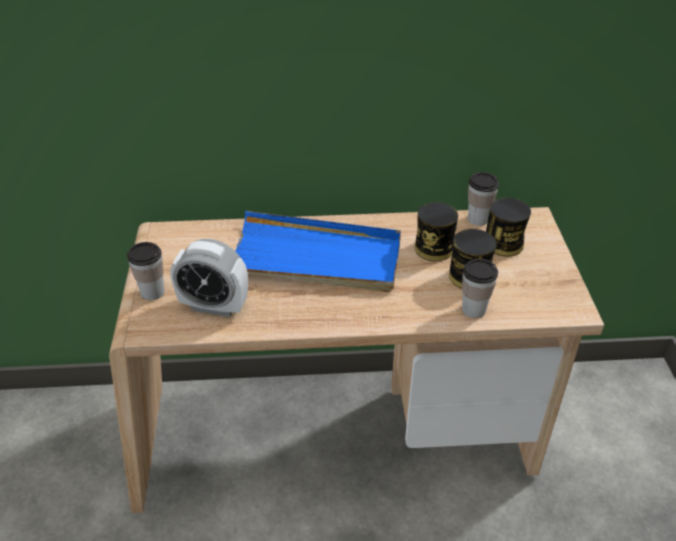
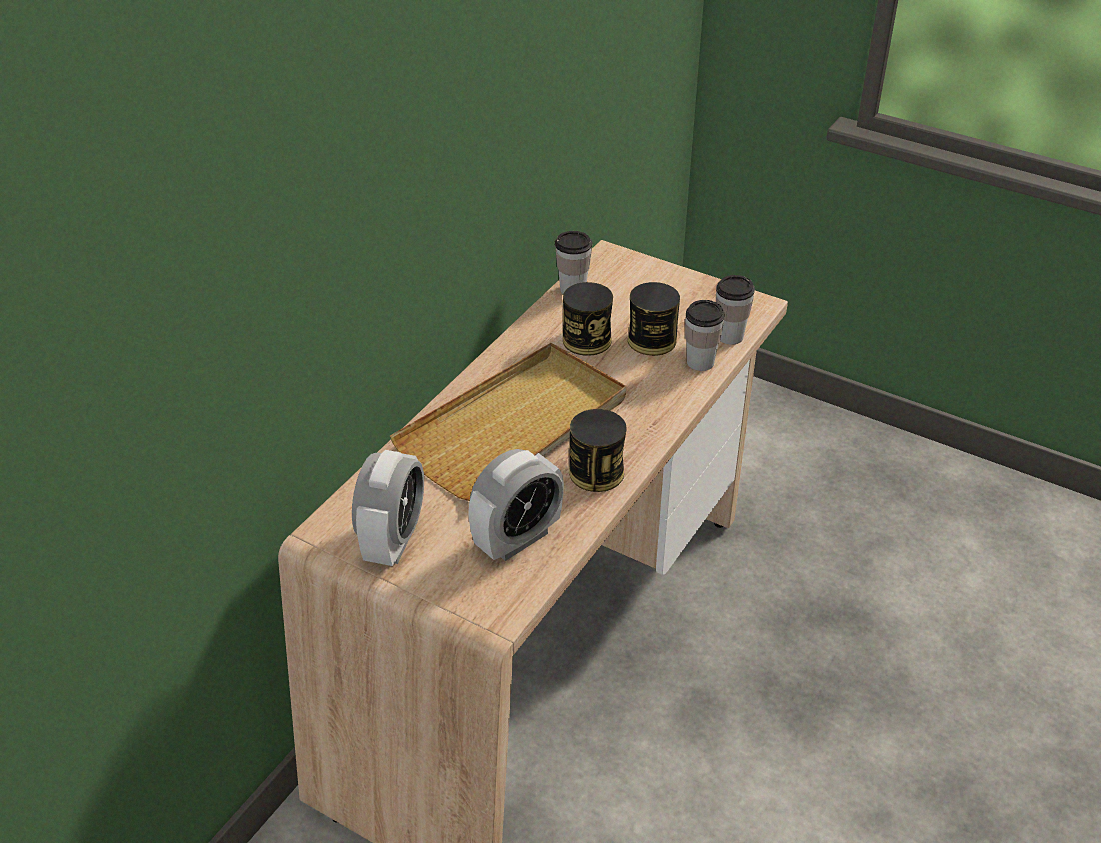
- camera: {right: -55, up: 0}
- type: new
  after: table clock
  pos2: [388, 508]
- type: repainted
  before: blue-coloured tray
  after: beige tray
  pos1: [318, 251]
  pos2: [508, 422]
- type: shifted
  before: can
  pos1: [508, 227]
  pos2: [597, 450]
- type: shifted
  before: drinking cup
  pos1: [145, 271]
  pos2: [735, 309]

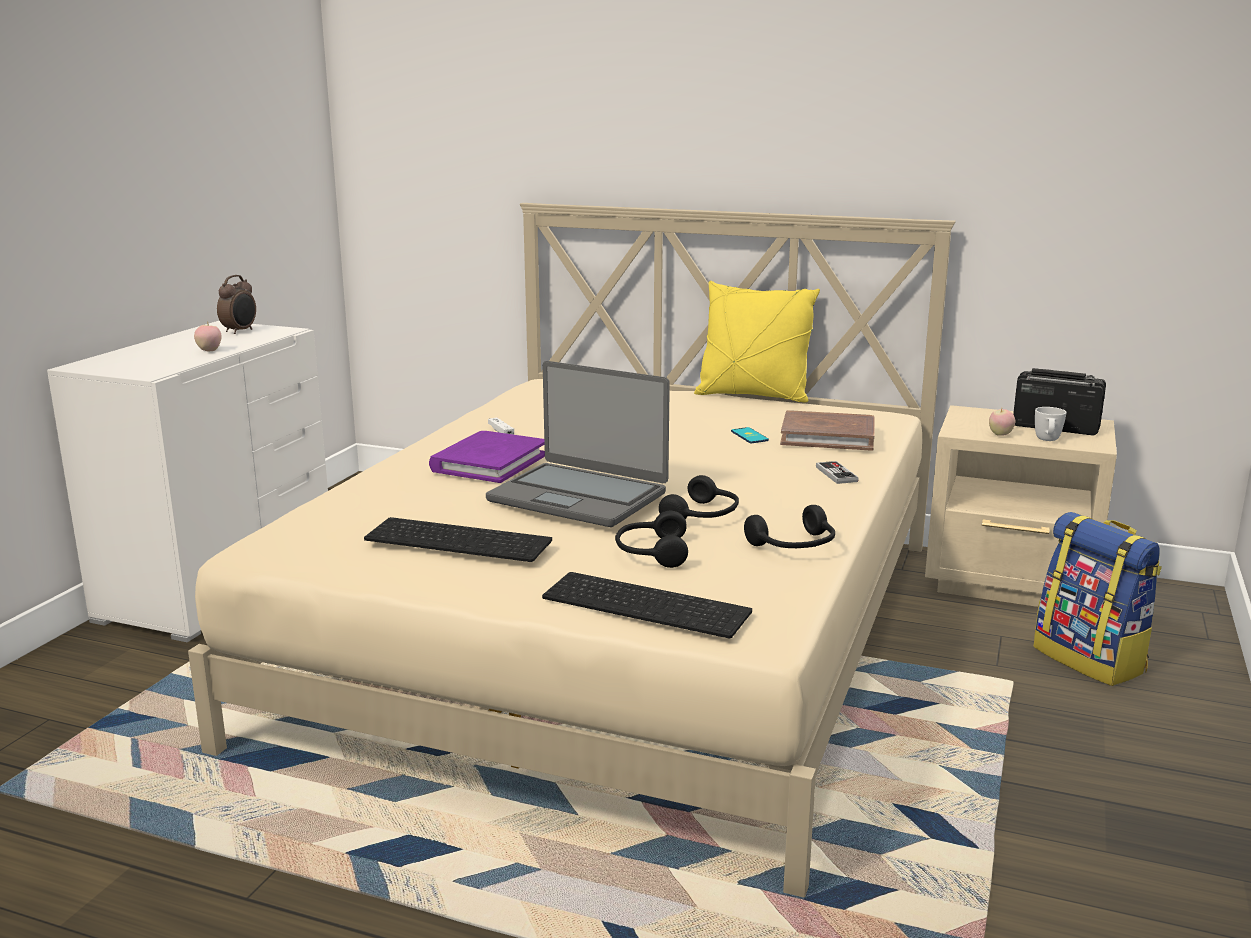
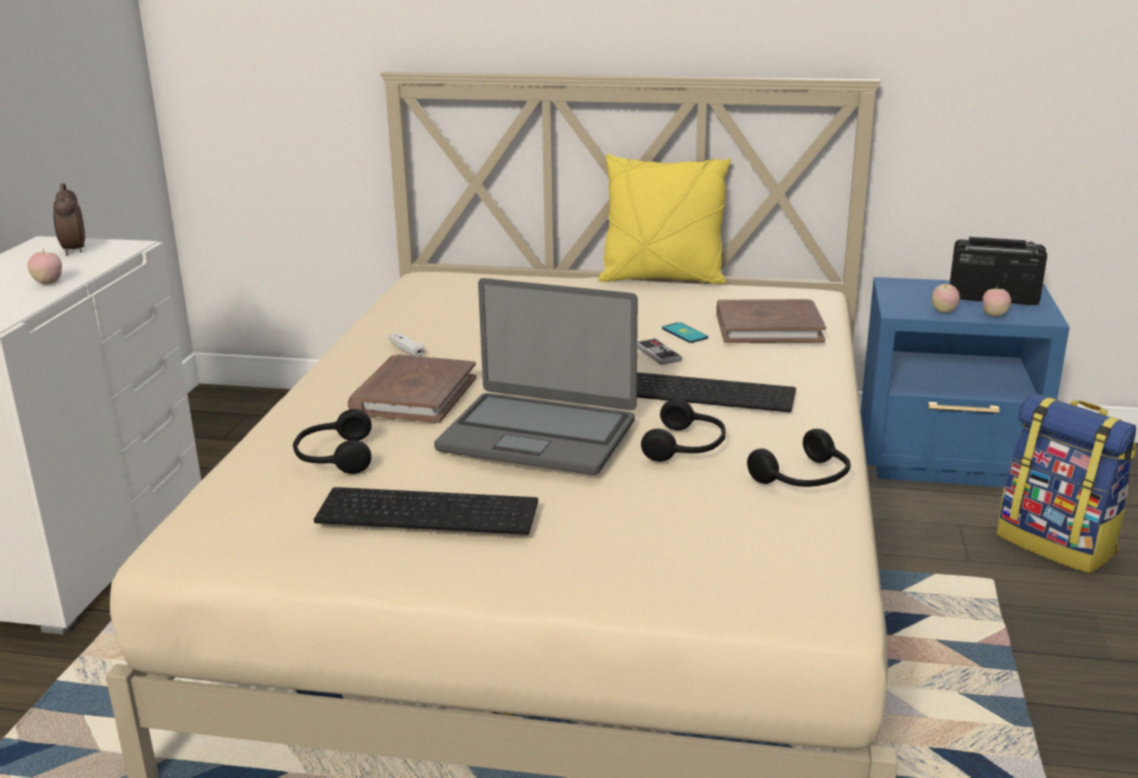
- camera: {right: -10, up: 5}
- type: rotated
  before: table clock
  pos1: [236, 304]
  pos2: [69, 219]
  turn: 150
- type: shifted
  before: black pair of headphones
  pos1: [651, 539]
  pos2: [332, 441]
- type: repainted
  before: purplish book
  after: brown book
  pos1: [487, 457]
  pos2: [412, 389]
- type: shifted
  before: game controller
  pos1: [837, 472]
  pos2: [659, 351]
- type: shifted
  before: computer keyboard
  pos1: [647, 605]
  pos2: [716, 392]
- type: repainted
  before: beige nightstand
  after: blue-coloured nightstand
  pos1: [1021, 506]
  pos2: [965, 382]
- type: swapped
  before: white coffee mug
  after: whole apple
  pos1: [1051, 424]
  pos2: [997, 301]

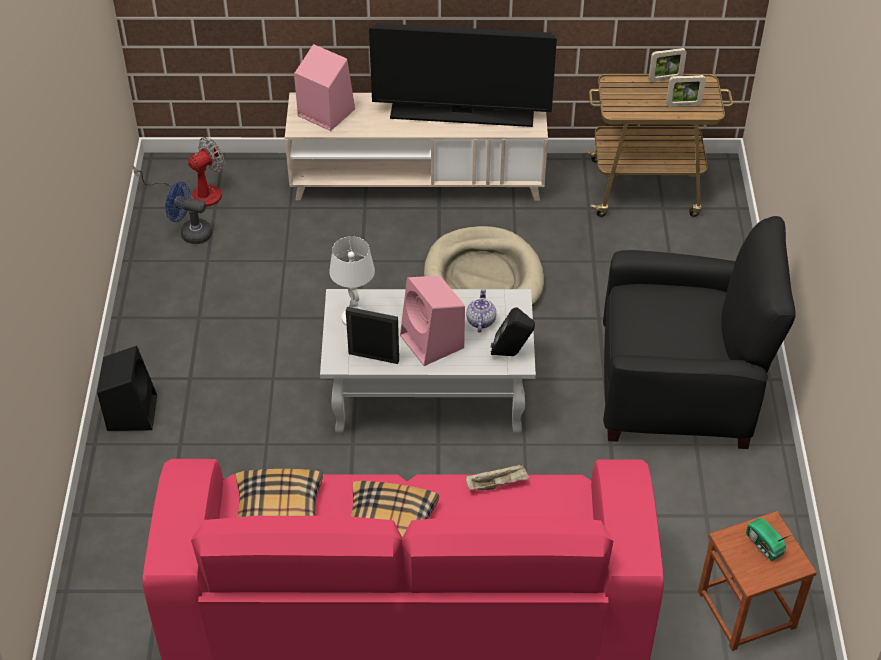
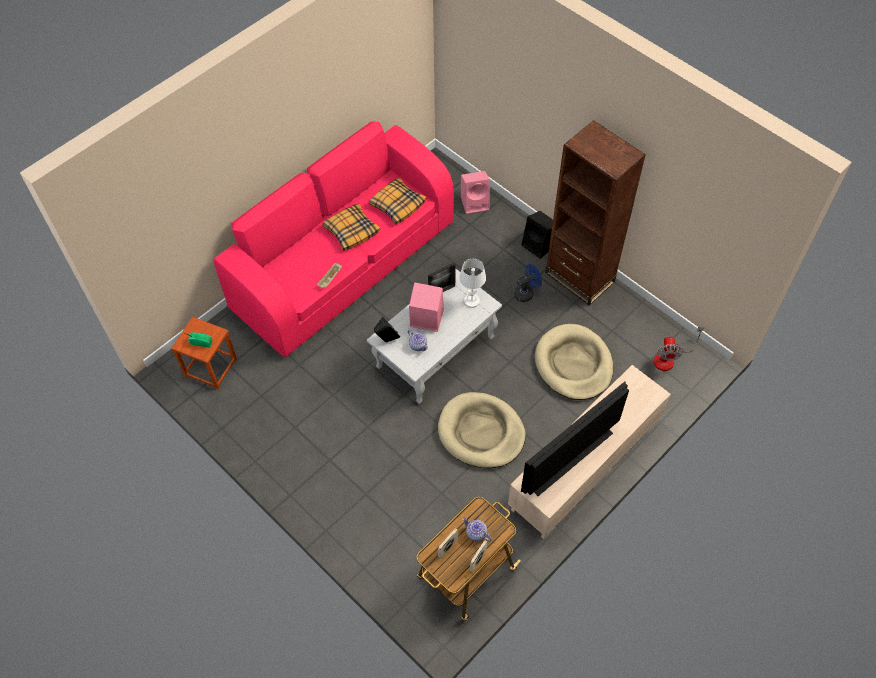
- camera: {right: 135, up: 10}
- type: shifted
  before: pinkish loudspeaker
  pos1: [324, 87]
  pos2: [475, 192]
- type: new
  after: tea pot
  pos2: [477, 530]
- type: shifted
  before: blue-coloured cooling fan
  pos1: [188, 213]
  pos2: [528, 283]
- type: new
  after: beige dog bed
  pos2: [574, 362]
- type: new
  after: brown bookshelf
  pos2: [595, 213]
- type: gone
  before: black lounge chair
  pos1: [699, 332]

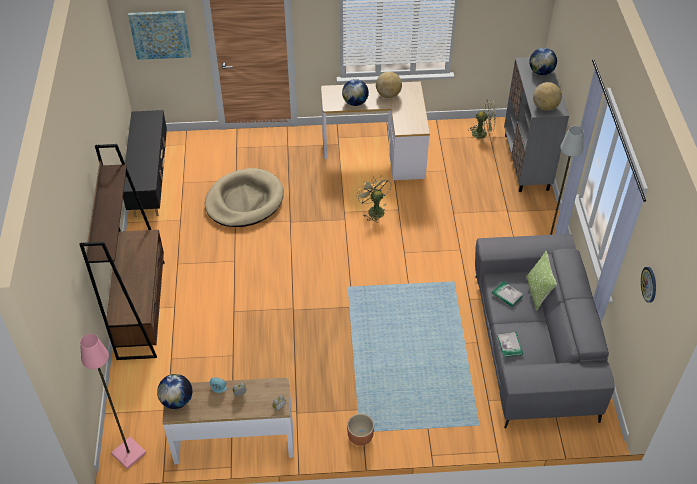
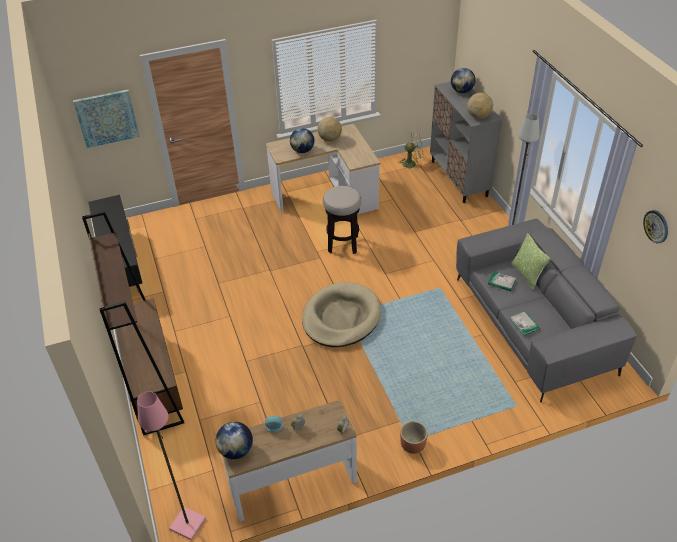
- camera: {right: -15, up: -5}
- type: shifted
  before: beige dog bed
  pos1: [244, 197]
  pos2: [341, 314]
- type: swapped
  before: green cooling fan
  after: sitting stool
  pos1: [373, 199]
  pos2: [342, 220]

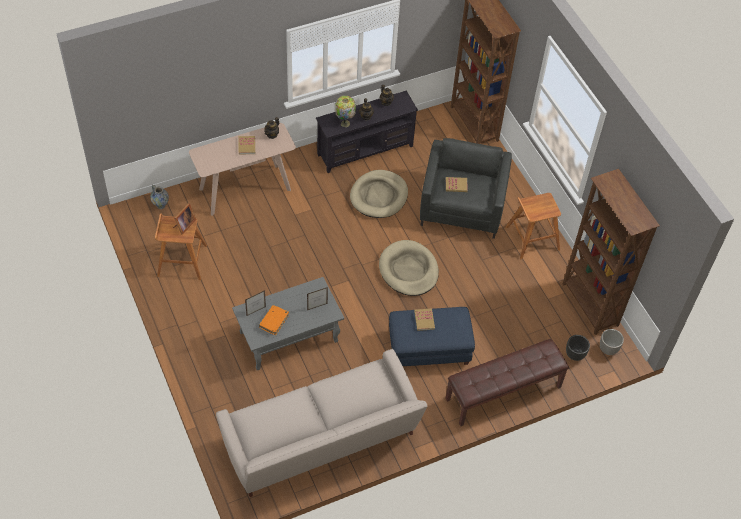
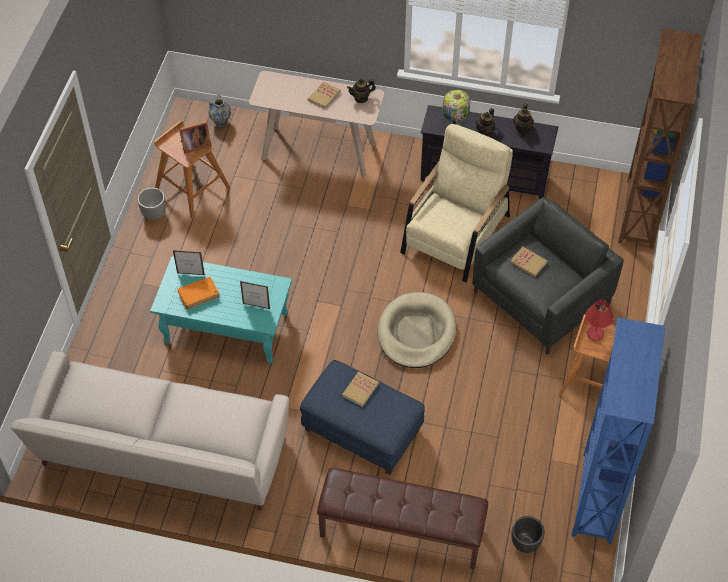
- camera: {right: 40, up: 0}
- type: shifted
  before: flower pot
  pos1: [612, 342]
  pos2: [151, 204]
- type: repainted
  before: grey low table
  after: turquoise-coloured low table
  pos1: [288, 323]
  pos2: [221, 309]
- type: swapped
  before: beige dog bed
  after: beige lounge chair
  pos1: [379, 194]
  pos2: [456, 203]
- type: repainted
  before: brown bookshelf
  after: blue-coloured bookshelf
  pos1: [611, 252]
  pos2: [618, 430]
- type: new
  after: red-coloured tabletop lamp
  pos2: [599, 320]

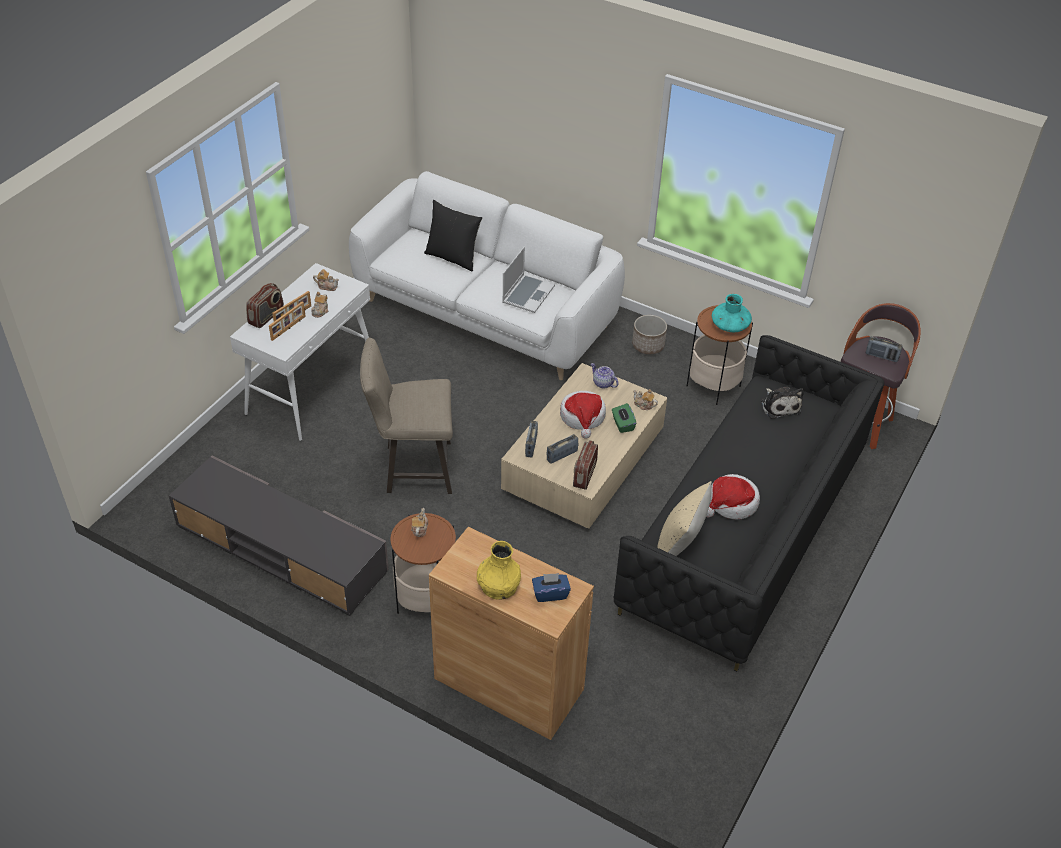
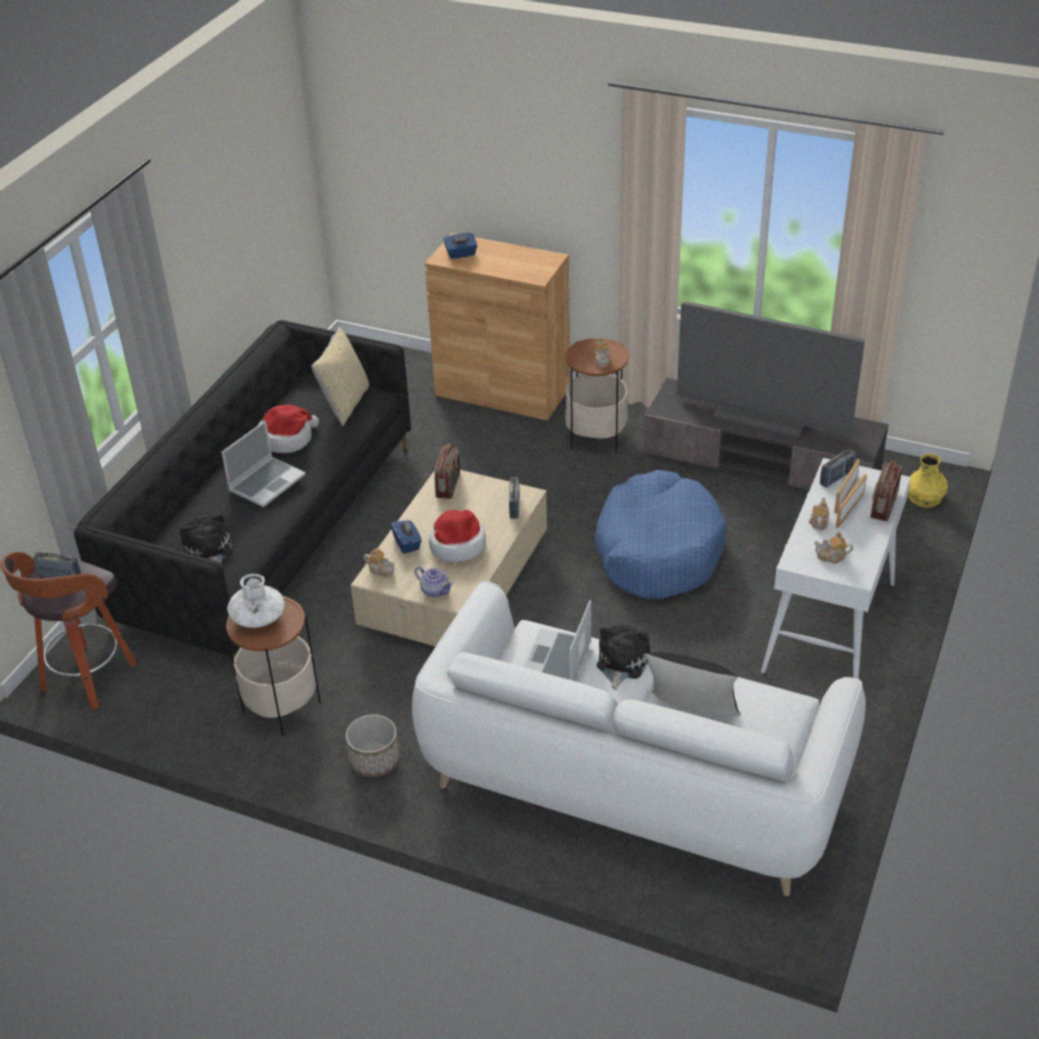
- camera: {right: 175, up: -5}
- type: new
  after: portable computer
  pos2: [264, 463]
- type: repainted
  before: turquoise-coloured decorative vase
  after: white decorative vase
  pos1: [732, 313]
  pos2: [256, 601]
- type: repainted
  before: green tissue box
  after: blue-coloured tissue box
  pos1: [624, 418]
  pos2: [406, 536]
- type: swapped
  before: beige sitting stool
  after: blue-coloured dog bed
  pos1: [406, 416]
  pos2: [660, 534]
- type: new
  after: soft toy
  pos2: [623, 657]
- type: new
  after: TV set
  pos2: [771, 369]
- type: shifted
  before: radio set
  pos1: [562, 449]
  pos2: [838, 468]
- type: shifted
  before: yellow decorative vase
  pos1: [499, 570]
  pos2: [928, 481]

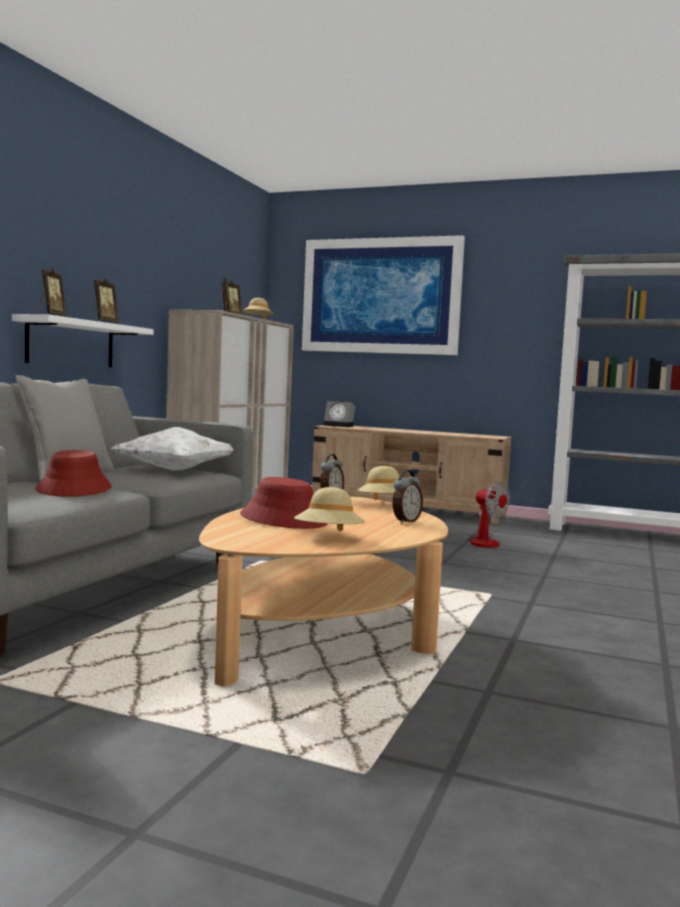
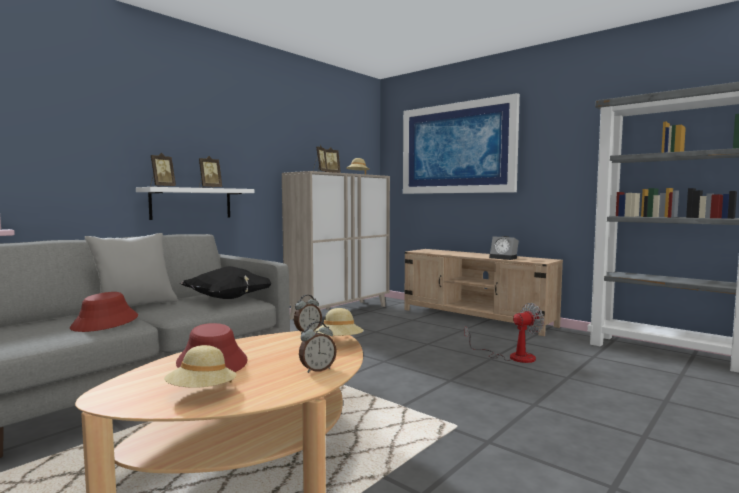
- camera: {right: 20, up: 0}
- type: repainted
  before: white cushion
  after: black cushion
  pos1: [172, 448]
  pos2: [226, 282]
- type: rotated
  before: cooling fan
  pos1: [488, 515]
  pos2: [504, 333]
  turn: -90
- type: shifted
  before: table clock
  pos1: [339, 414]
  pos2: [504, 248]

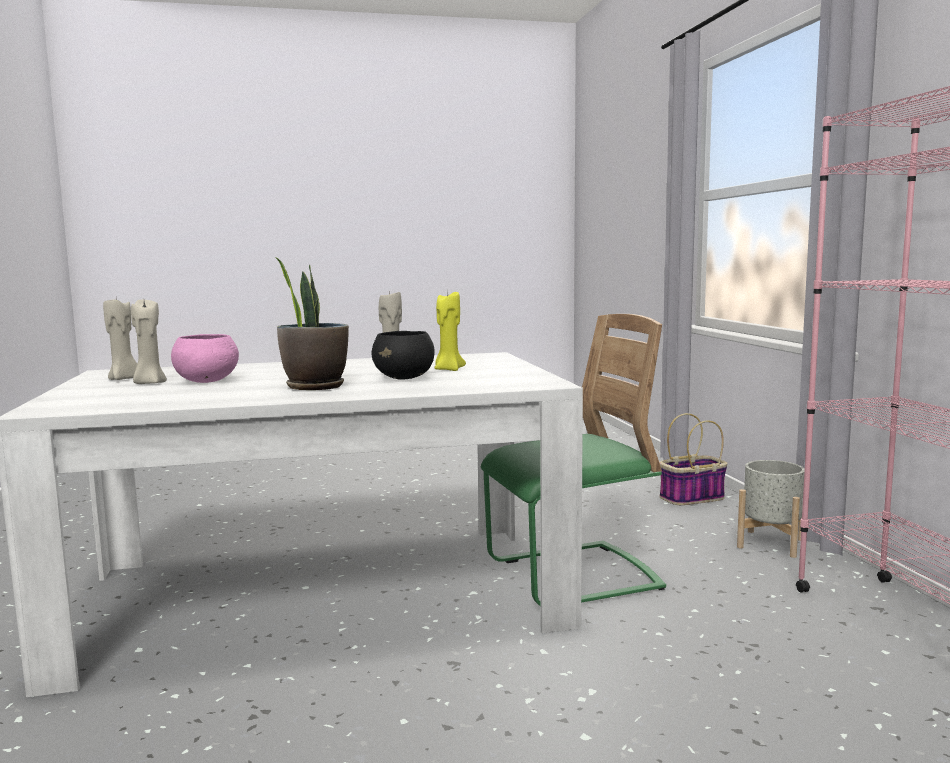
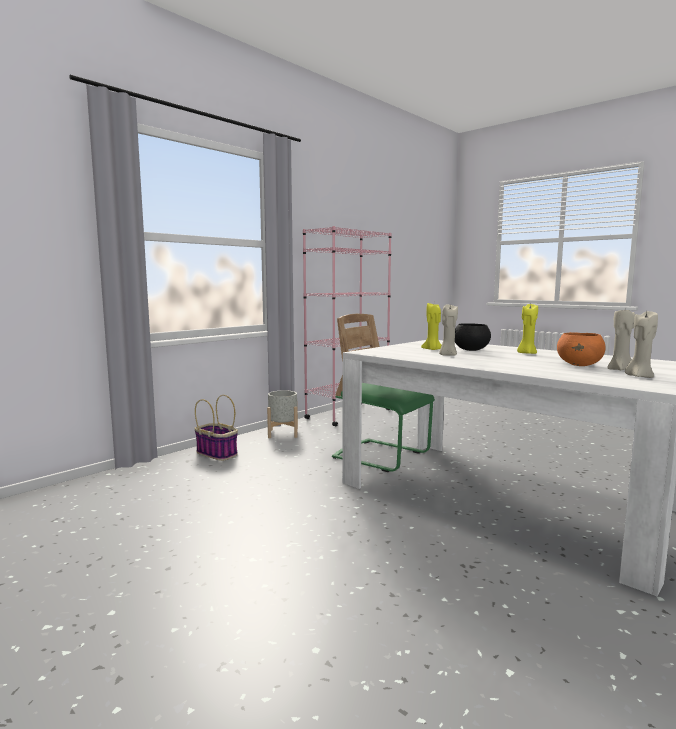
- camera: {right: -125, up: 0}
- type: swapped
  before: houseplant
  after: yellow wax light
  pos1: [312, 323]
  pos2: [527, 329]
- type: repainted
  before: pinkish bowl
  after: orange-coloured bowl
  pos1: [205, 358]
  pos2: [581, 349]

